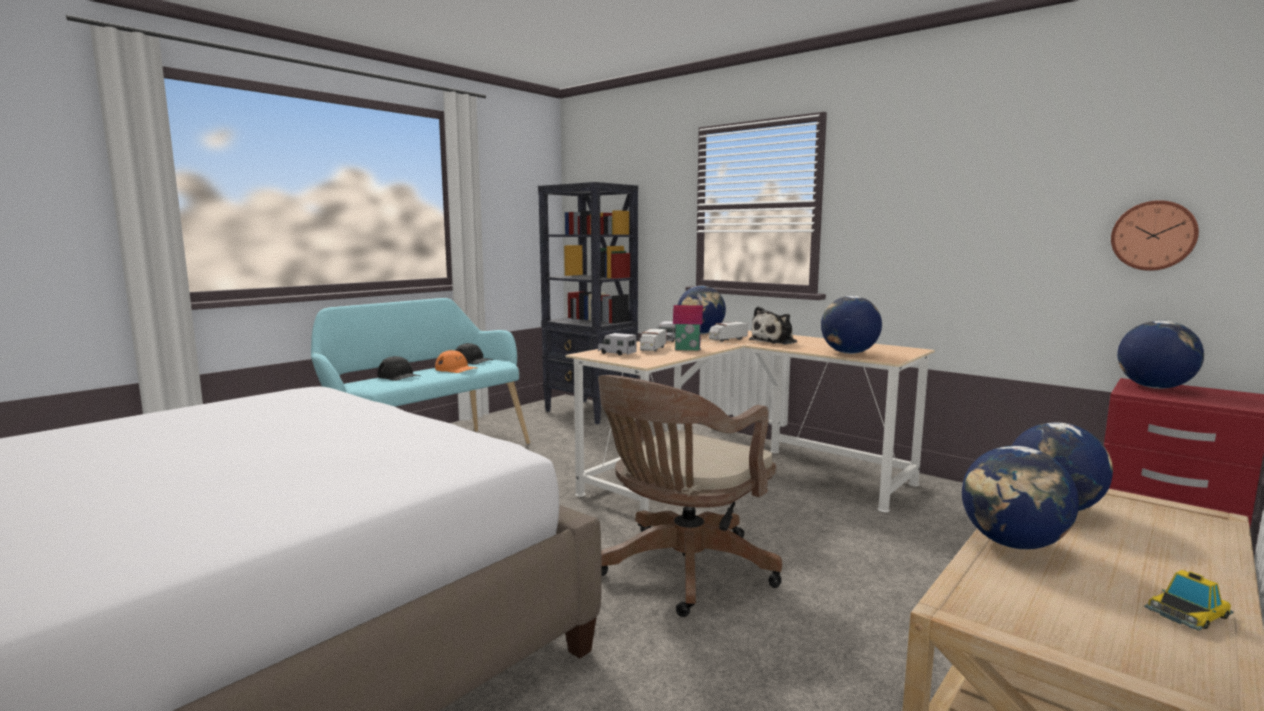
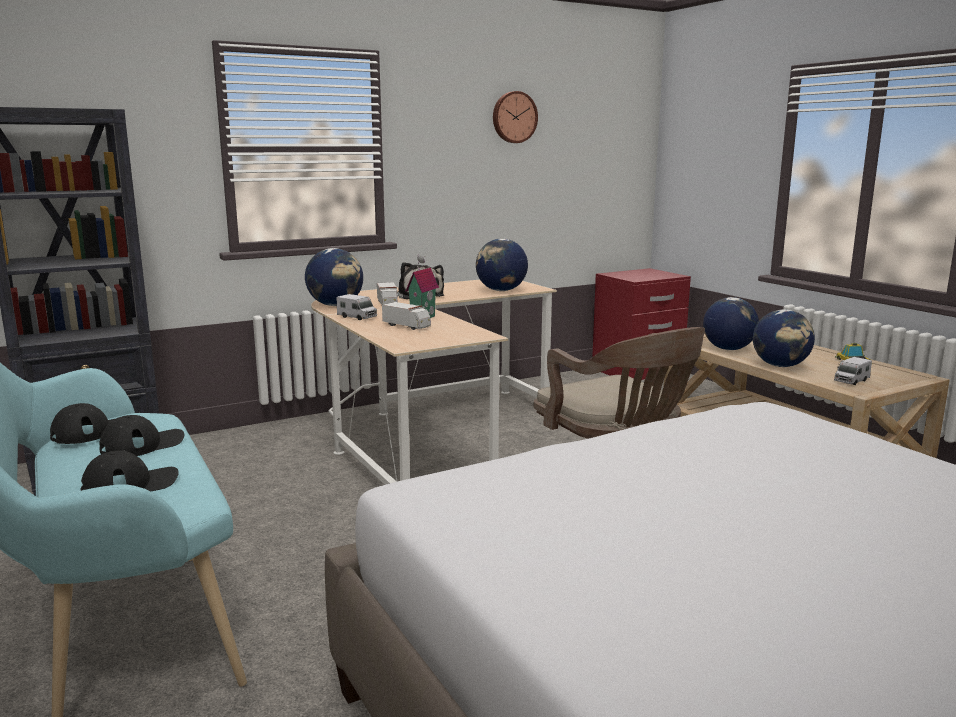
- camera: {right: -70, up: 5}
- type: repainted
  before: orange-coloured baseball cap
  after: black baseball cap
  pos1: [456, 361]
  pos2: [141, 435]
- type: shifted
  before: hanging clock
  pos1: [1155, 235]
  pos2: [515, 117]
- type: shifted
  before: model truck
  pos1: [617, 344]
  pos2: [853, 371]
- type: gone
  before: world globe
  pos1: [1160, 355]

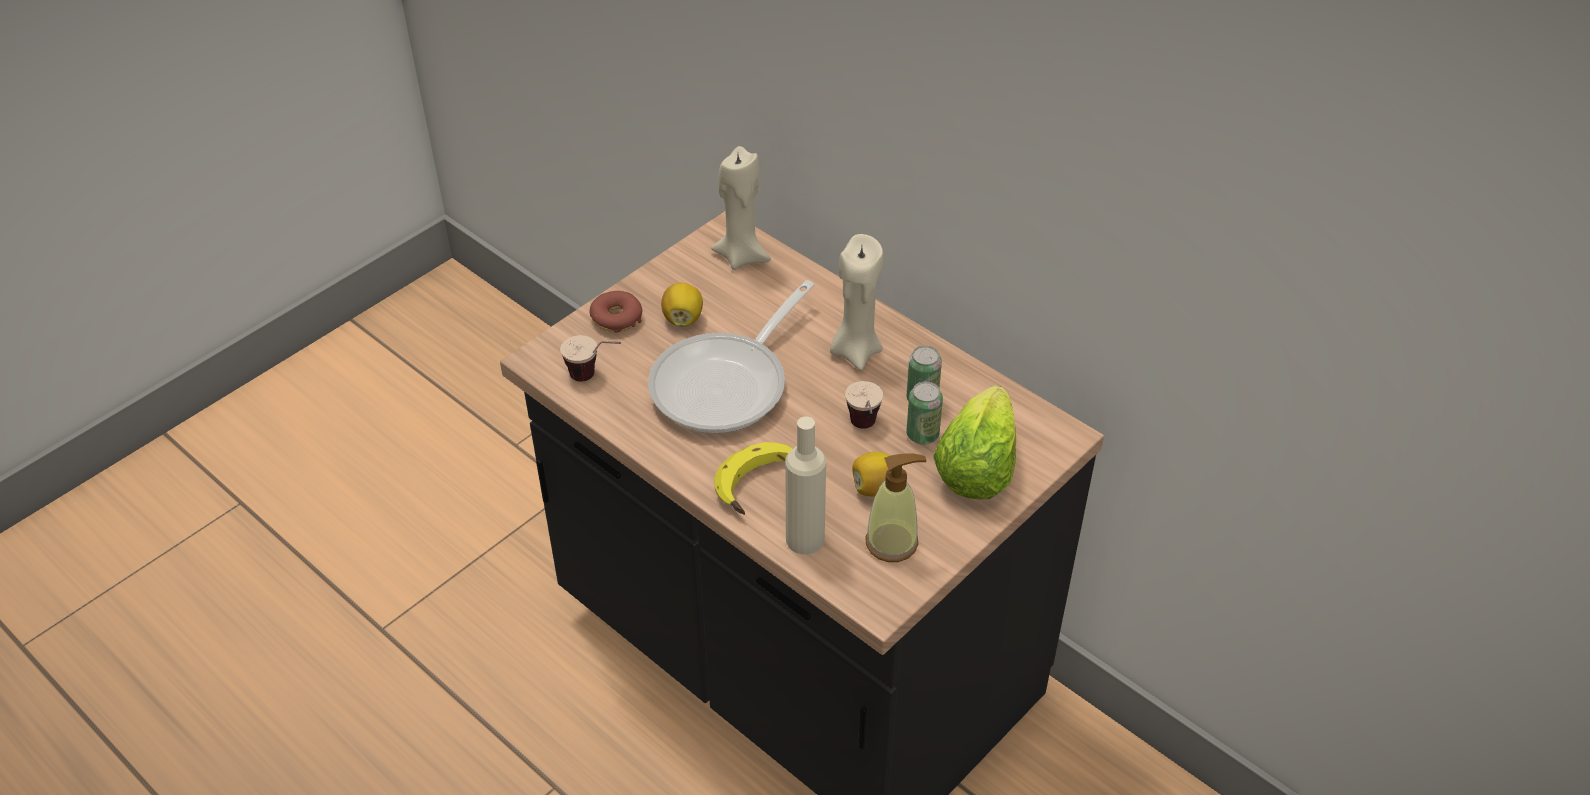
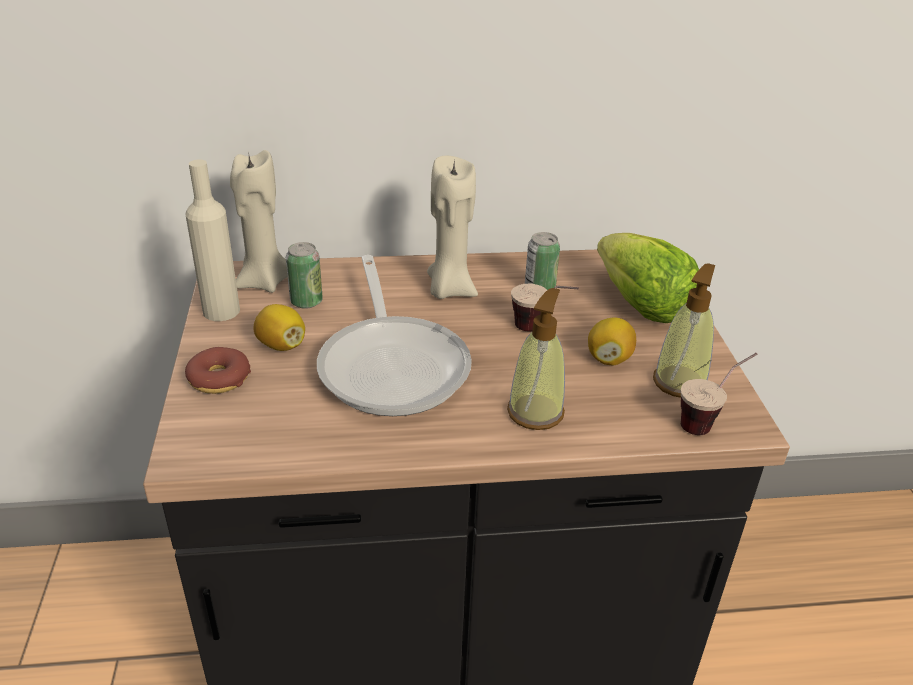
- camera: {right: -50, up: -10}
- type: shifted
  before: beige bottle
  pos1: [805, 485]
  pos2: [212, 240]
- type: shifted
  before: can
  pos1: [924, 412]
  pos2: [304, 275]
- type: swapped
  before: banana fruit
  after: liquid soap bottle
  pos1: [753, 478]
  pos2: [536, 359]
- type: shifted
  before: drinking cup
  pos1: [590, 358]
  pos2: [719, 394]

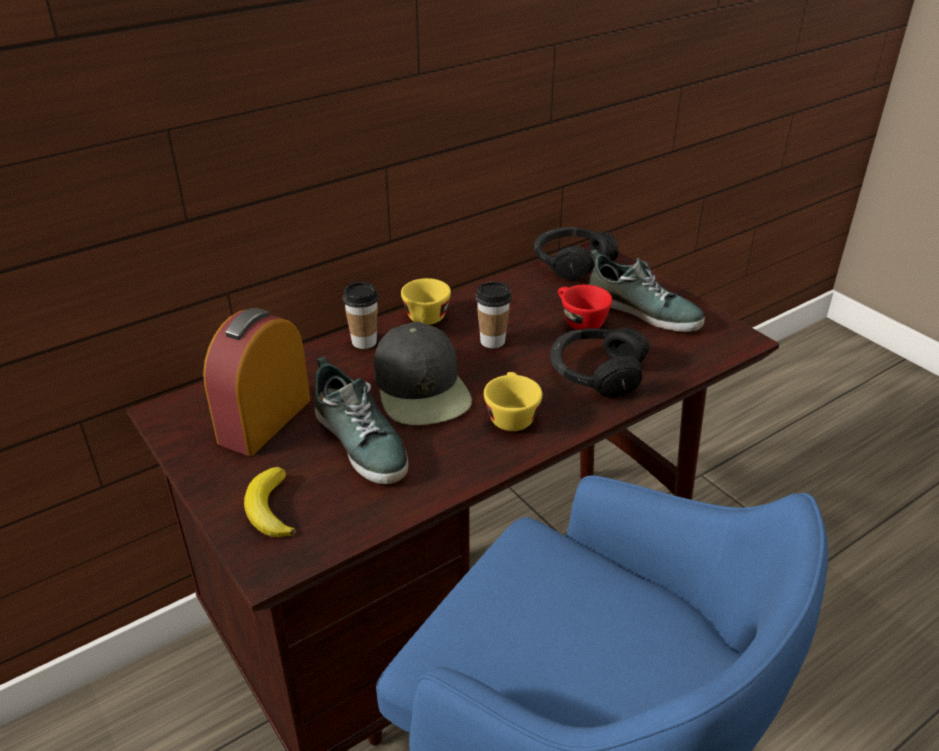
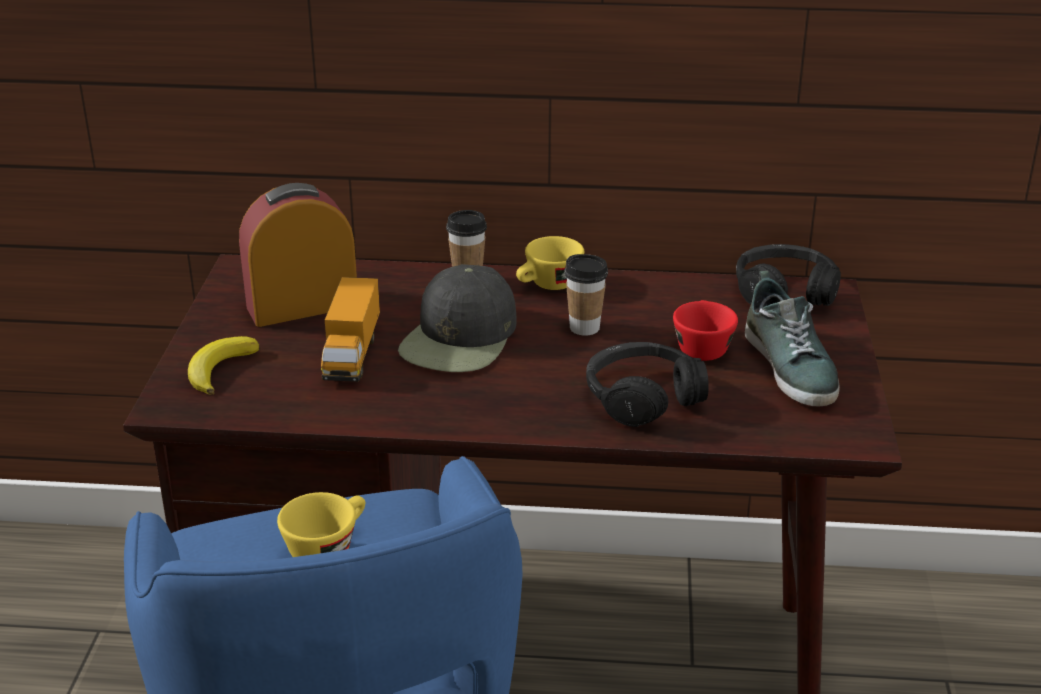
- camera: {right: 40, up: -5}
- type: shifted
  before: yellow drinking cup
  pos1: [513, 401]
  pos2: [321, 524]
- type: swapped
  before: low shoe
  after: model truck
  pos1: [361, 420]
  pos2: [350, 329]

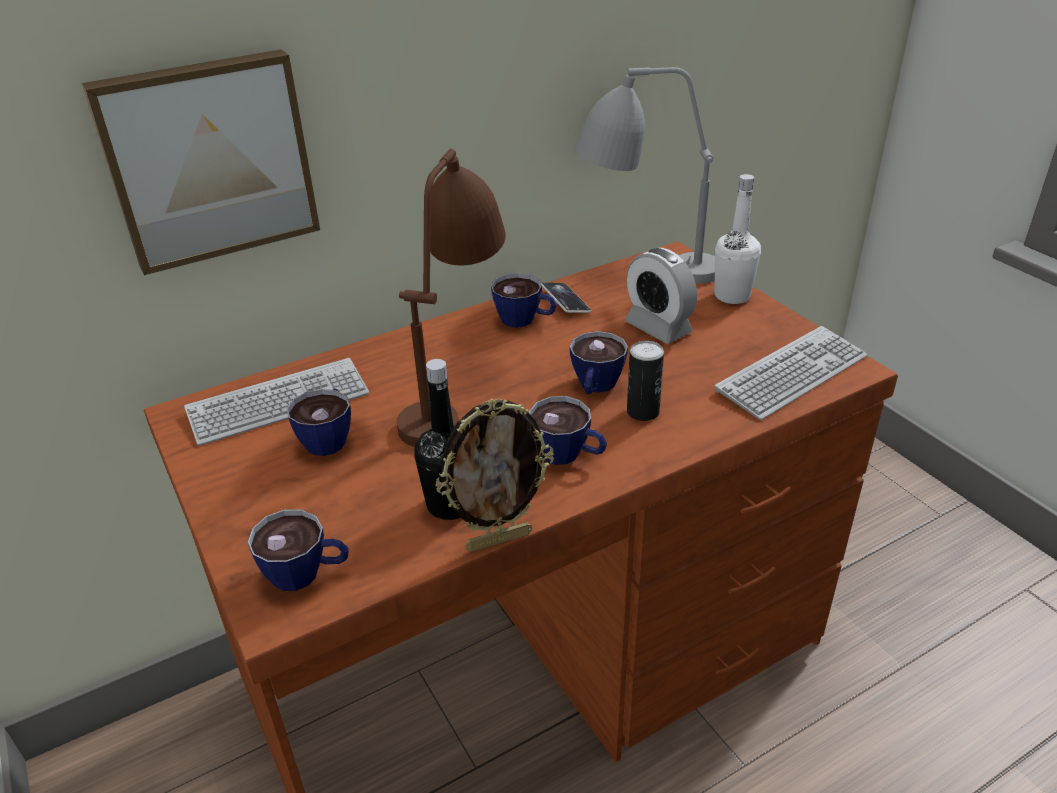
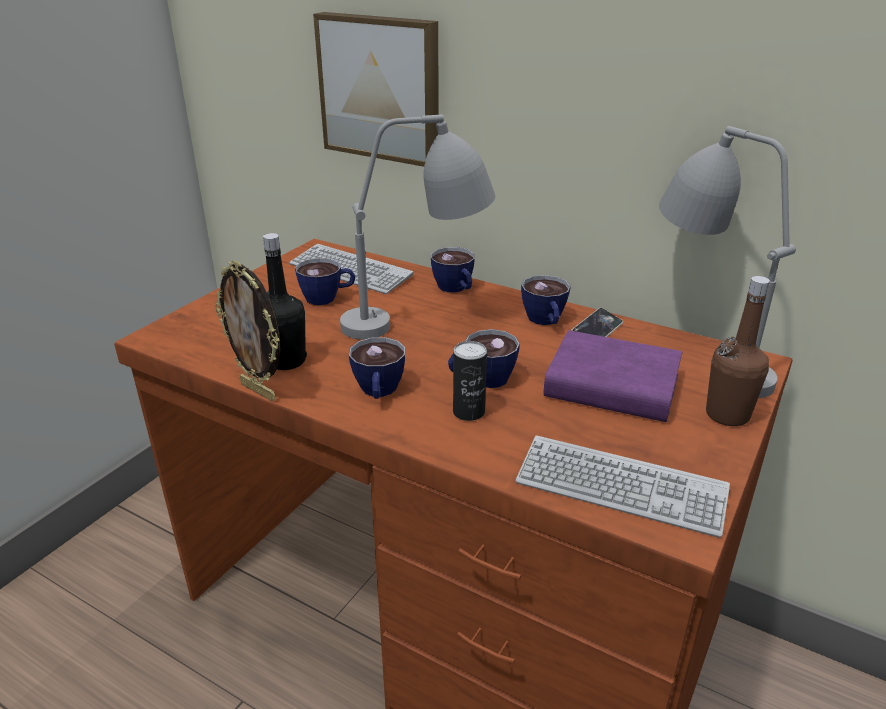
- camera: {right: 60, up: -5}
- type: repainted
  before: brown tabletop lamp
  after: grey tabletop lamp
  pos1: [451, 298]
  pos2: [417, 227]
- type: shifted
  before: drinking cup
  pos1: [298, 550]
  pos2: [453, 270]
- type: swapped
  before: table clock
  after: purplish book
  pos1: [661, 296]
  pos2: [613, 376]
- type: repainted
  before: white bottle
  after: brown bottle
  pos1: [737, 239]
  pos2: [738, 351]

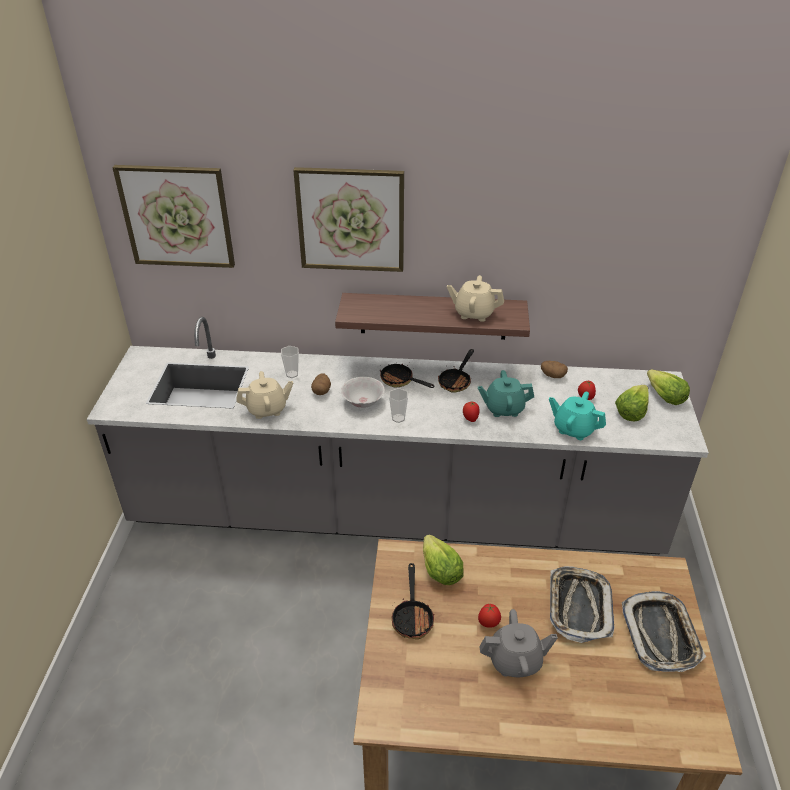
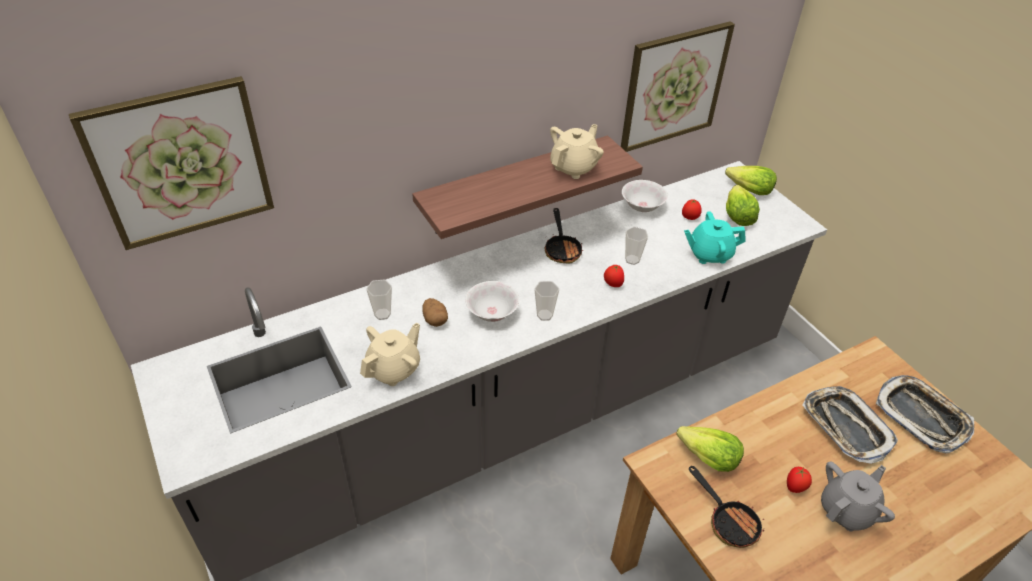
- camera: {right: -35, up: 5}
- type: rotated
  before: beige tea pot
  pos1: [475, 298]
  pos2: [577, 151]
  turn: 150
- type: shifted
  before: picture
  pos1: [348, 219]
  pos2: [678, 86]
- type: swapped
  before: potato
  after: white bowl
  pos1: [554, 369]
  pos2: [645, 196]
- type: swapped
  before: turquoise-coloured tea pot
  after: drinking cup
  pos1: [506, 393]
  pos2: [636, 246]
- type: gone
  before: skillet
  pos1: [407, 376]

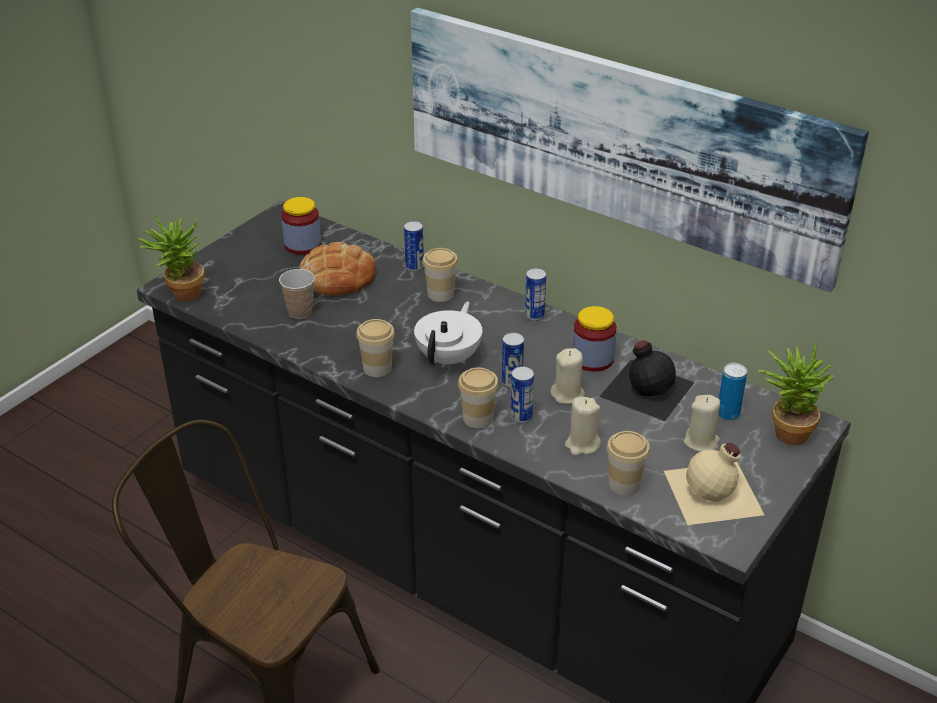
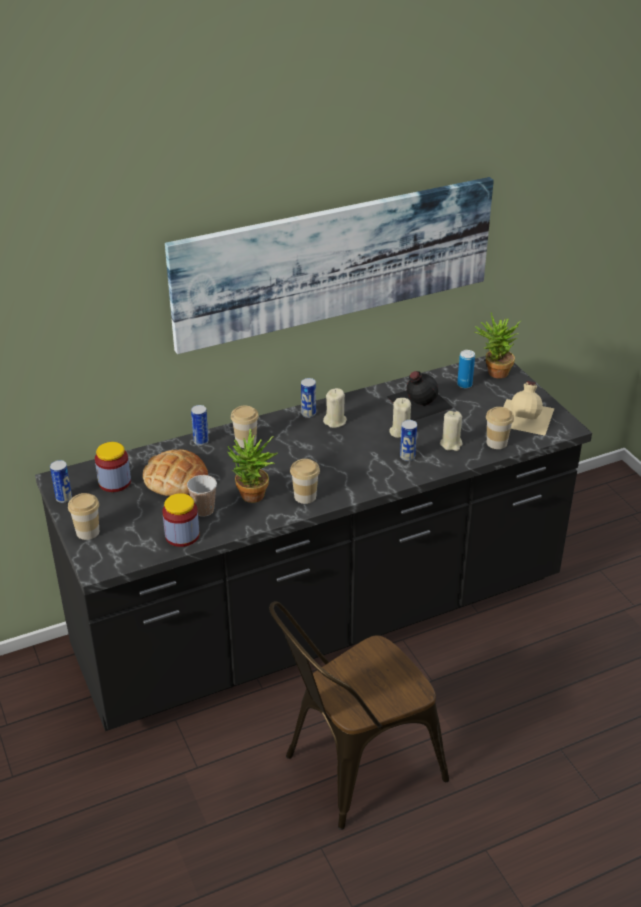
- camera: {right: -60, up: 0}
- type: shifted
  before: can
  pos1: [513, 360]
  pos2: [61, 481]
- type: shifted
  before: drinking cup
  pos1: [478, 397]
  pos2: [83, 516]
- type: shifted
  before: preserve jar
  pos1: [595, 339]
  pos2: [180, 520]
- type: shifted
  before: houseplant
  pos1: [171, 257]
  pos2: [253, 466]
- type: shifted
  before: beige wax light
  pos1: [702, 423]
  pos2: [335, 408]
- type: gone
  before: white tea pot
  pos1: [448, 335]

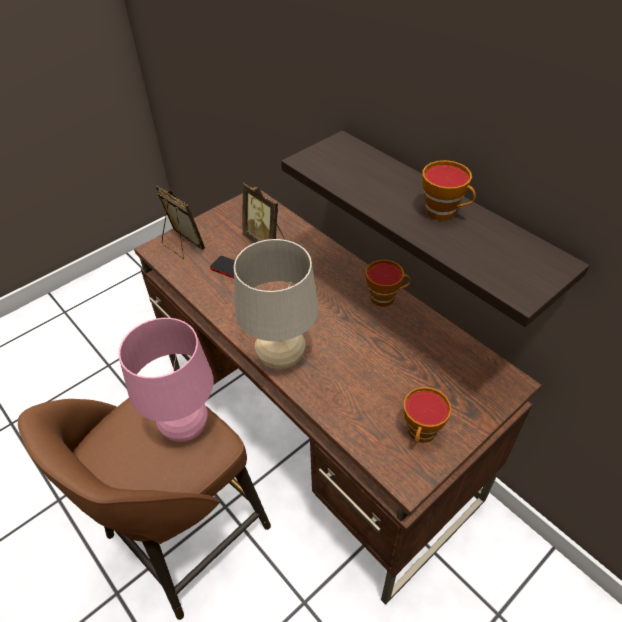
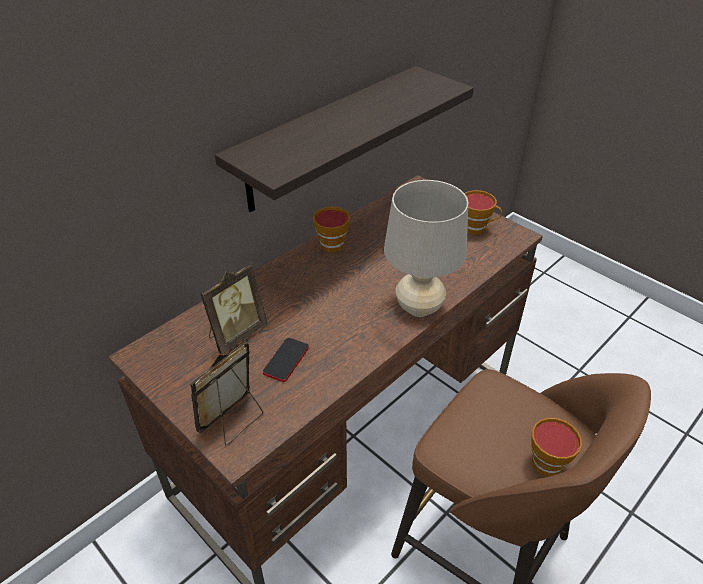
- camera: {right: -95, up: -5}
- type: shifted
  before: drinking cup
  pos1: [449, 190]
  pos2: [556, 447]
- type: gone
  before: pinkish tabletop lamp
  pos1: [166, 380]

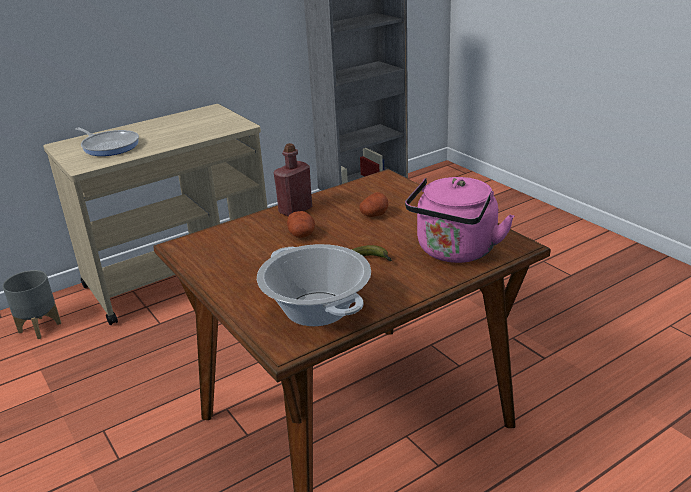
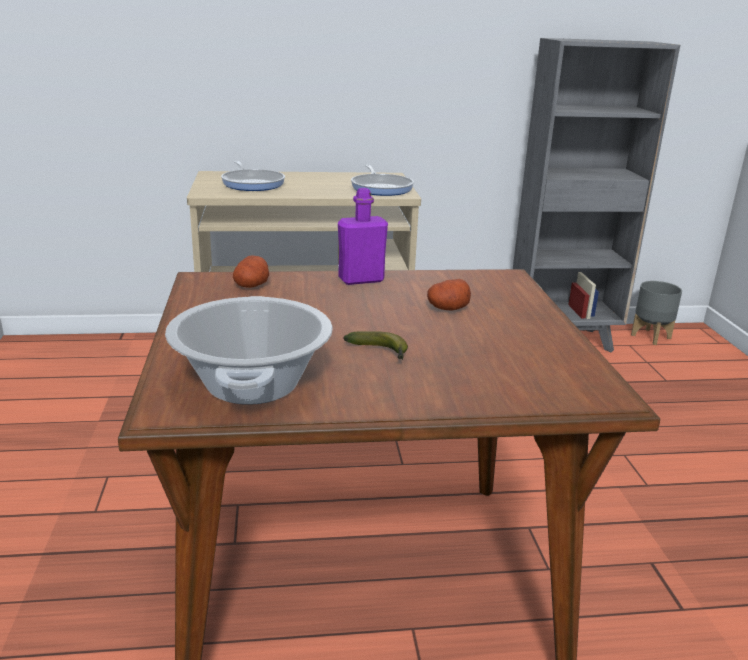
- camera: {right: 25, up: -5}
- type: shifted
  before: potato
  pos1: [301, 224]
  pos2: [251, 271]
- type: repainted
  before: red-coloured bottle
  after: purplish bottle
  pos1: [293, 179]
  pos2: [363, 236]
- type: new
  after: skillet
  pos2: [382, 180]
- type: shifted
  before: grey flower pot
  pos1: [32, 304]
  pos2: [656, 313]
- type: gone
  before: pinkish kettle
  pos1: [459, 220]

